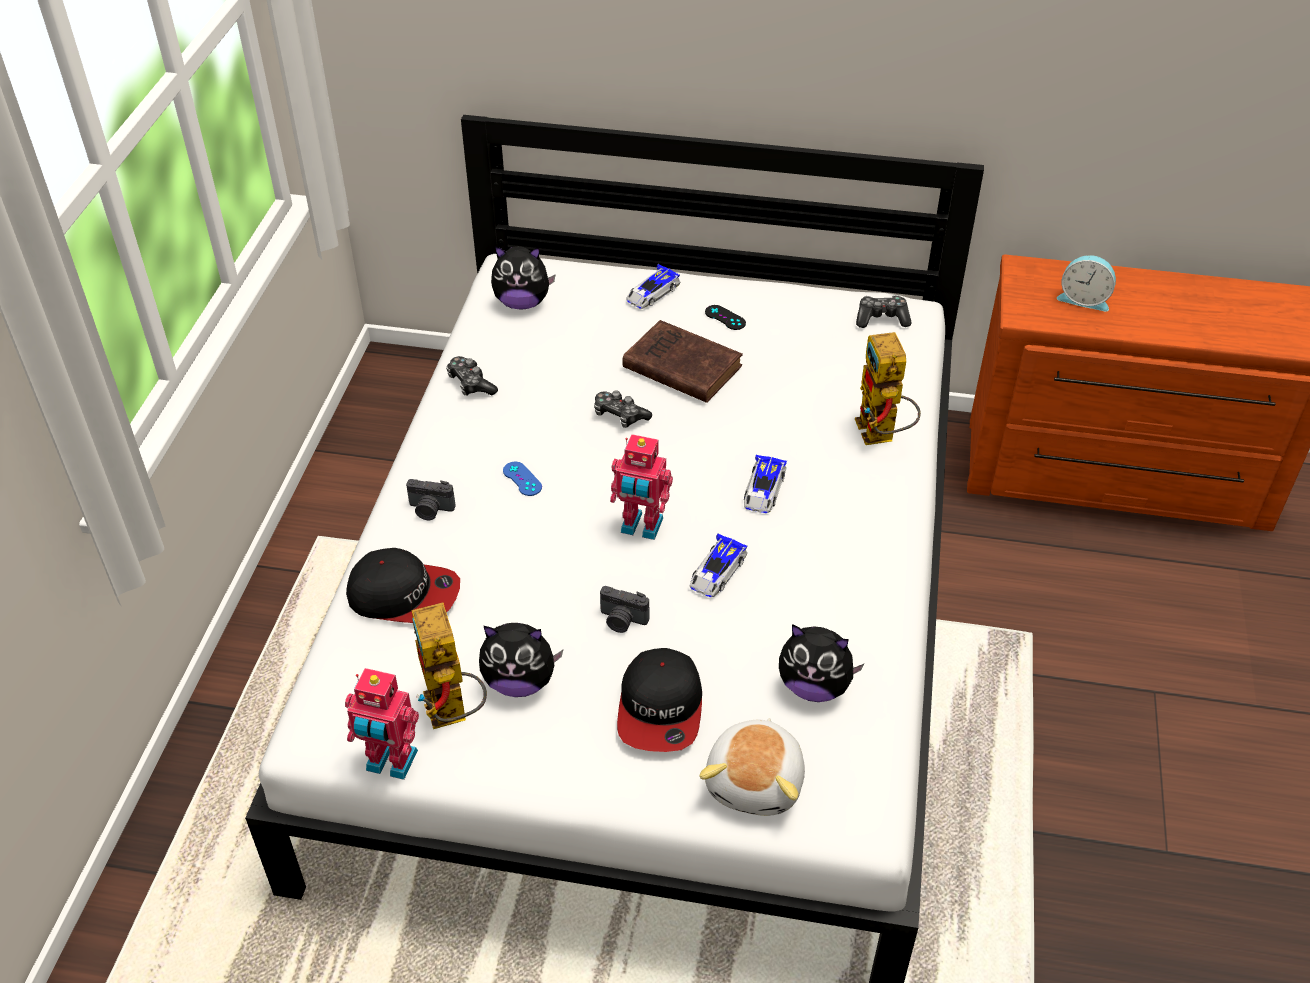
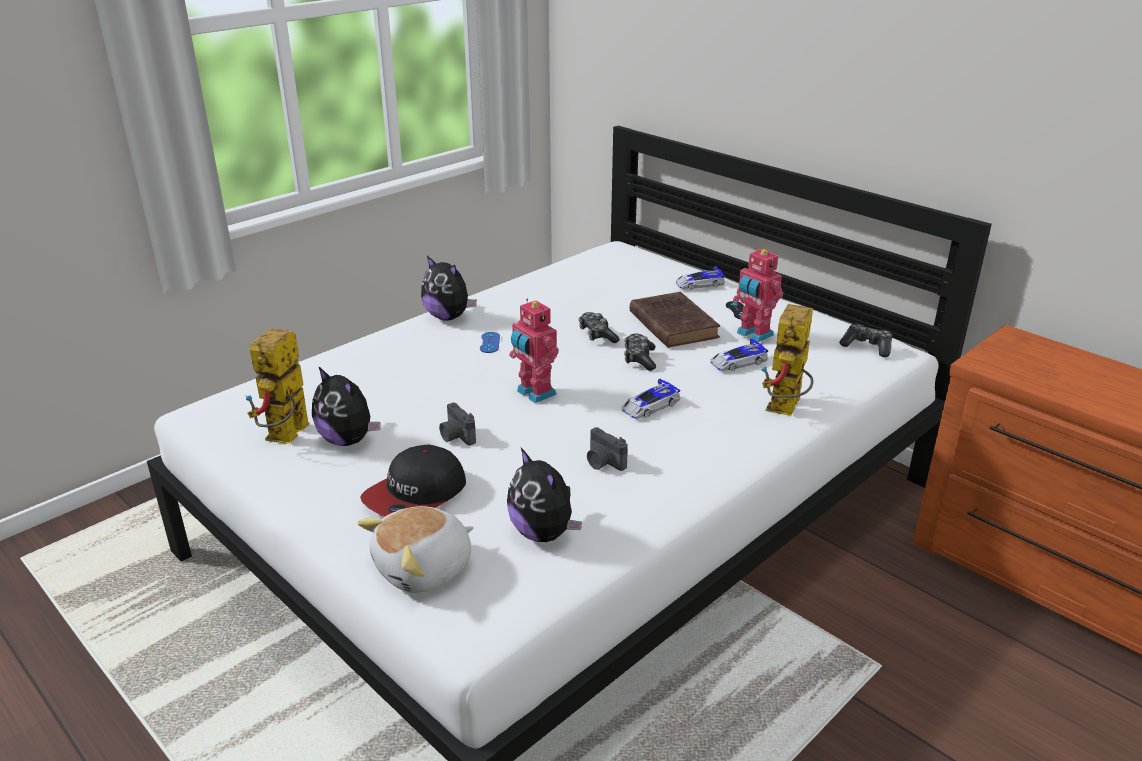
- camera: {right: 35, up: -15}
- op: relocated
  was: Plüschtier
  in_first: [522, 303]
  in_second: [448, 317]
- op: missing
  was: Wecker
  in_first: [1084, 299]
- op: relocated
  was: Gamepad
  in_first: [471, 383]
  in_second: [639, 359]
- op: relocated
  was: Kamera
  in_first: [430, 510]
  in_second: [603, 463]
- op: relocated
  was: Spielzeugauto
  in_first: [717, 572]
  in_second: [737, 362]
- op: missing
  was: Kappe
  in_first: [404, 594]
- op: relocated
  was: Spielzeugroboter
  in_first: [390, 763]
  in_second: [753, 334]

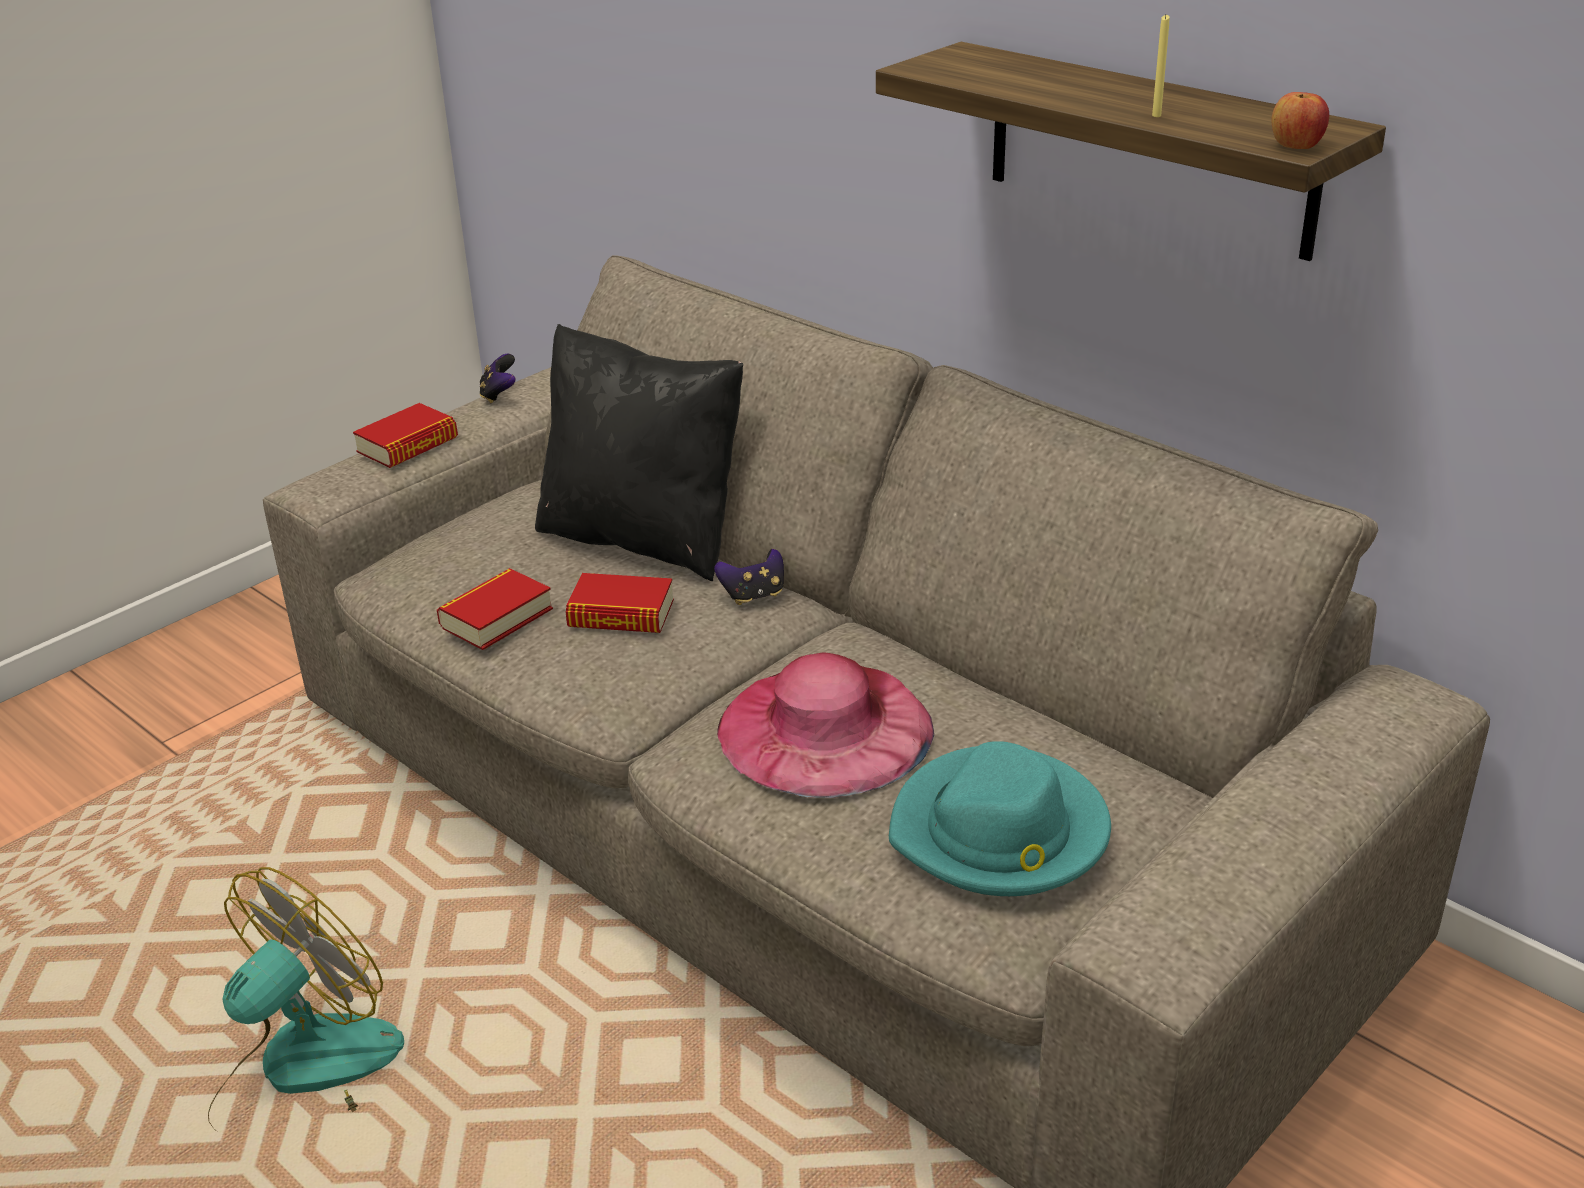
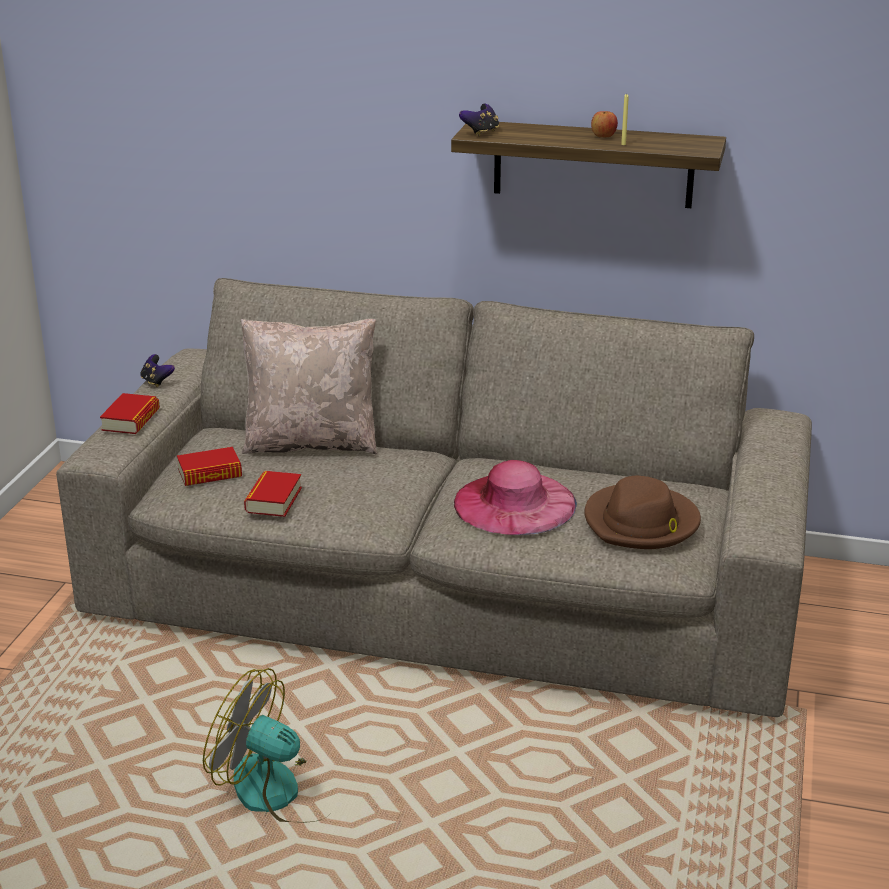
- camera: {right: -30, up: -5}
- op: relocated
  was: Apfel
  in_first: [1296, 146]
  in_second: [603, 136]
- op: colour
  was: Kissen/schwarz
  now: Kissen/beige
  in_first: [644, 538]
  in_second: [311, 443]
- op: relocated
  was: Gamepad
  in_first: [753, 595]
  in_second: [481, 132]
- op: relocated
  was: Buch
  in_first: [621, 614]
  in_second: [210, 473]
- op: colour
  was: Hut/türkis
  now: Hut/braun
  in_first: [1000, 832]
  in_second: [641, 522]
- op: spun
  was: Ventilator
  in_first: [304, 1077]
  in_second: [282, 792]
  clockwise: -75

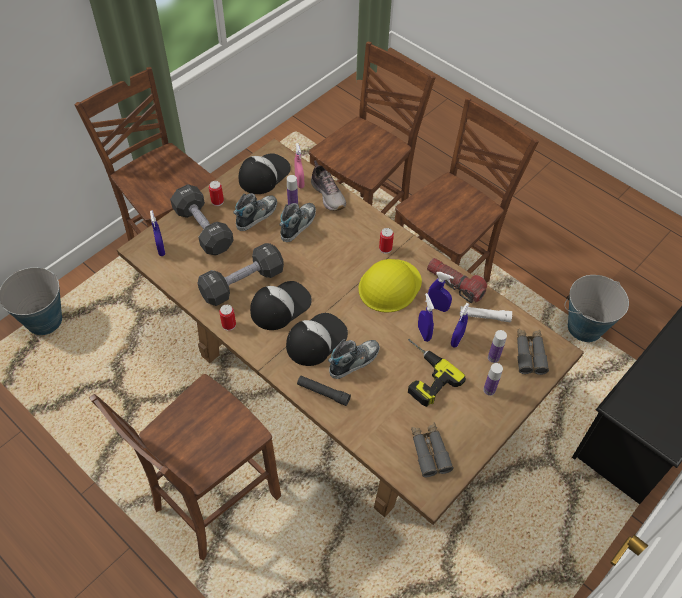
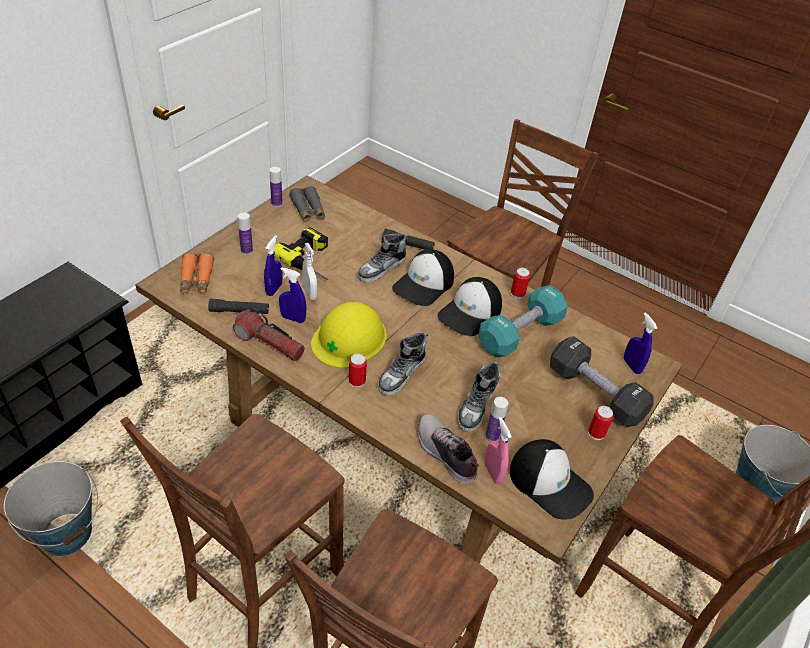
- camera: {right: 170, up: -10}
- op: spun
  was: Kappe
  in_first: [263, 174]
  in_second: [550, 483]
  clockwise: -75
- op: relocated
  was: Schuh
  in_first: [256, 215]
  in_second: [402, 374]
- op: colour
  was: Hantel/schwarz
  now: Hantel/türkis
  in_first: [242, 283]
  in_second: [520, 333]
- op: colour
  was: Sprühflasche/blau
  now: Sprühflasche/weiß
  in_first: [424, 333]
  in_second: [310, 293]
- op: colour
  was: Taschenlampe/weiß
  now: Taschenlampe/schwarz
  in_first: [484, 316]
  in_second: [239, 311]
- op: colour
  was: Fernglas/grau
  now: Fernglas/orange
  in_first: [529, 354]
  in_second: [196, 279]
- op: relocated
  was: Flasche
  in_first: [493, 357]
  in_second: [277, 203]

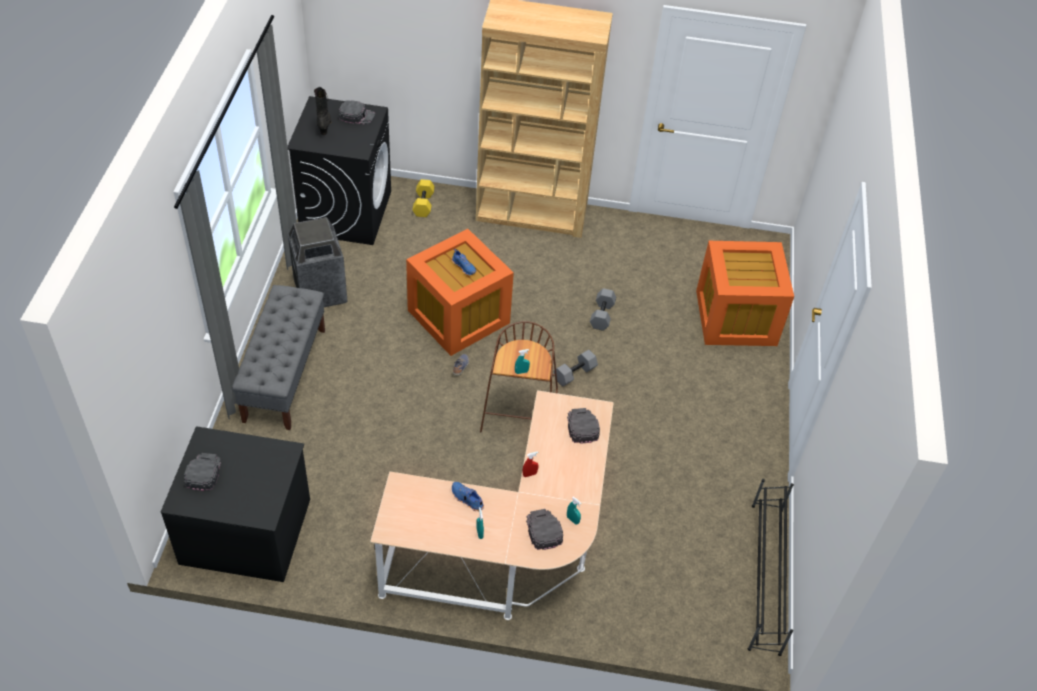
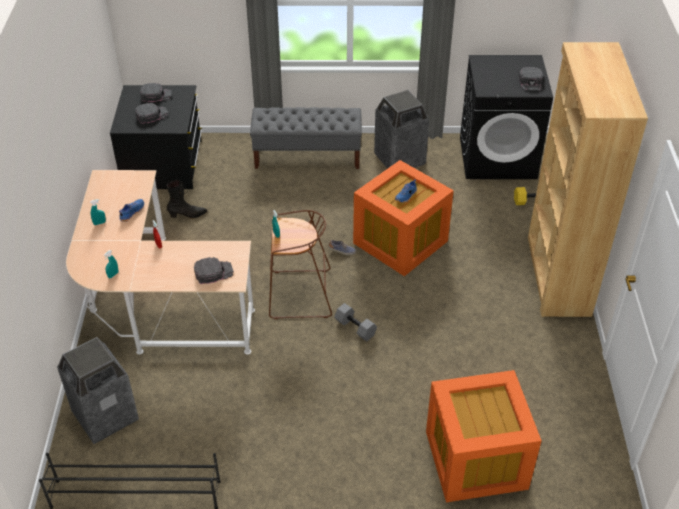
- camera: {right: 85, up: -5}
- op: relocated
  was: Stiefel/schwarz
  in_first: [324, 125]
  in_second: [188, 215]
- op: missing
  was: Hantel/grau
  in_first: [602, 315]
- op: relocated
  was: Kappe/schwarz
  in_first: [543, 530]
  in_second: [151, 115]
- op: appeared
  now: Mülleimer
  in_second: [105, 416]

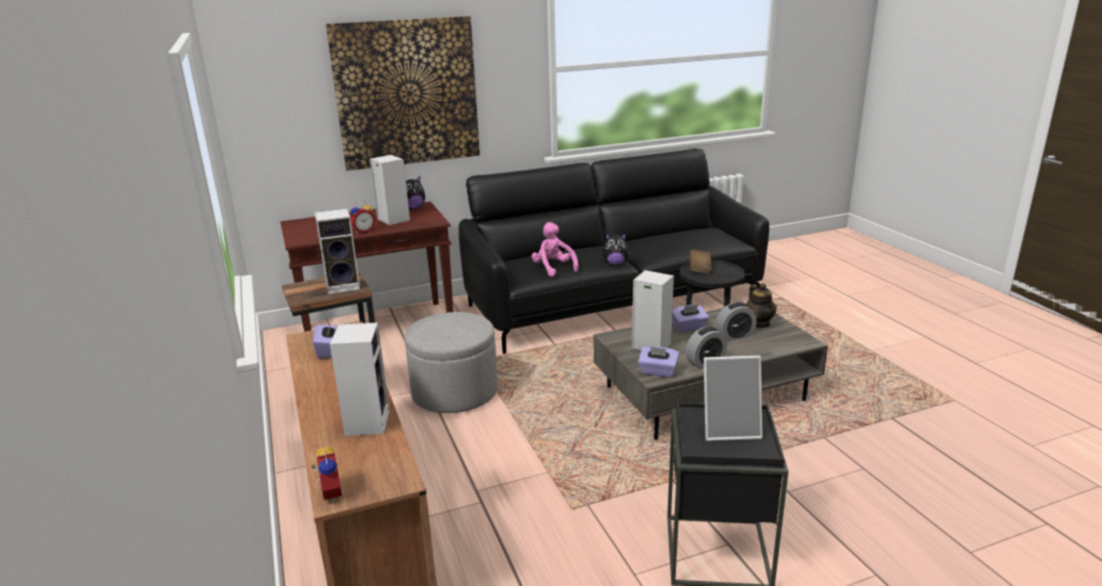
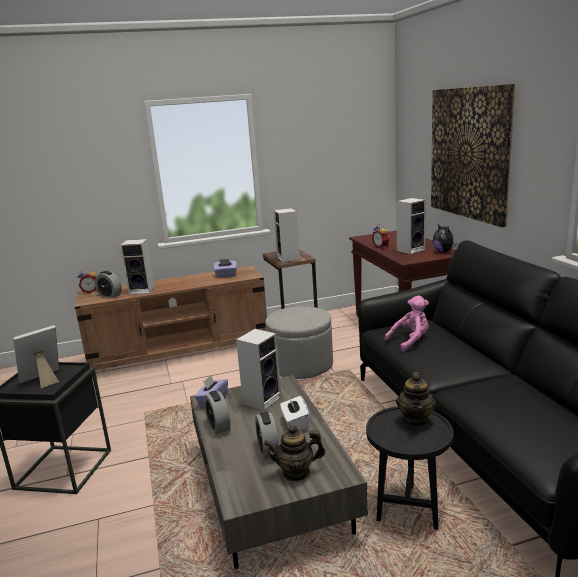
- camera: {right: 95, up: -5}
- op: missing
  was: Plüschtier
  in_first: [615, 263]
- op: exchanged
  was: Buch/braun
  now: Teekanne
  in_first: [699, 268]
  in_second: [416, 419]
- op: colour
  was: Taschentuchbox/lila
  now: Taschentuchbox/weiß
  in_first: [689, 327]
  in_second: [295, 423]
- op: spun
  was: Bilderrahmen
  in_first: [730, 429]
  in_second: [43, 380]
  clockwise: 45
- op: appeared
  now: Wecker
  in_second: [110, 295]

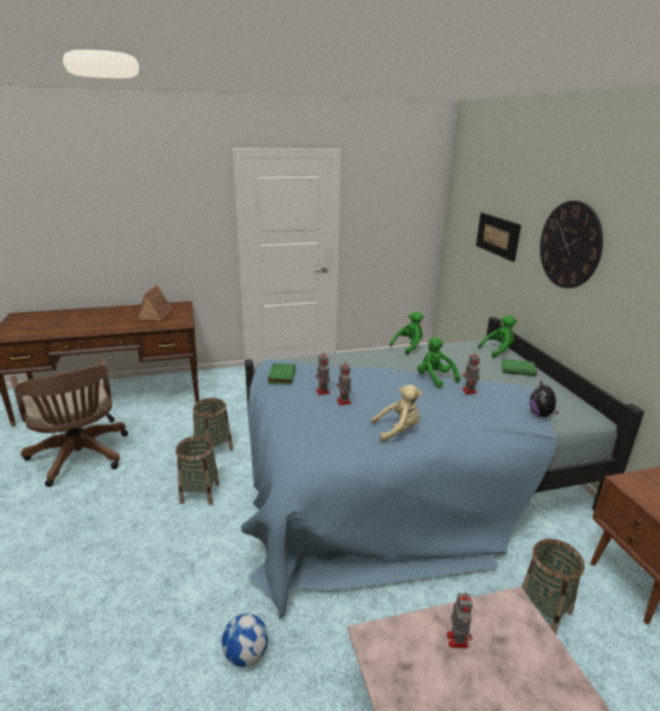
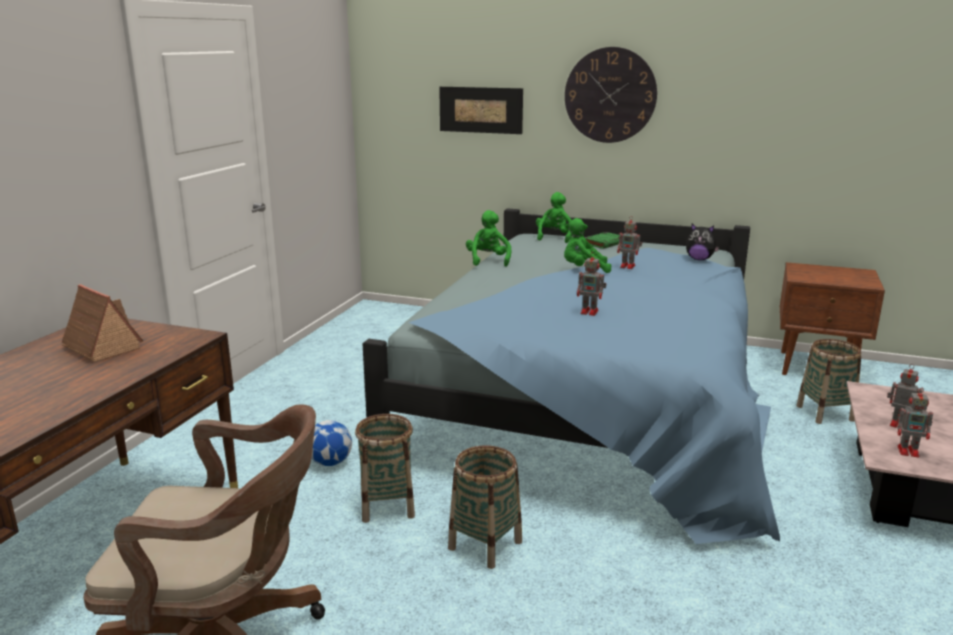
- camera: {right: -55, up: -5}
- op: relocated
  was: Spielzeugroboter
  in_first: [323, 392]
  in_second: [909, 451]
- op: missing
  was: Buch/grün
  in_first: [281, 376]
- op: missing
  was: Plüschtier/beige
  in_first: [398, 430]
- op: relocated
  was: Fußball
  in_first: [246, 654]
  in_second: [330, 462]

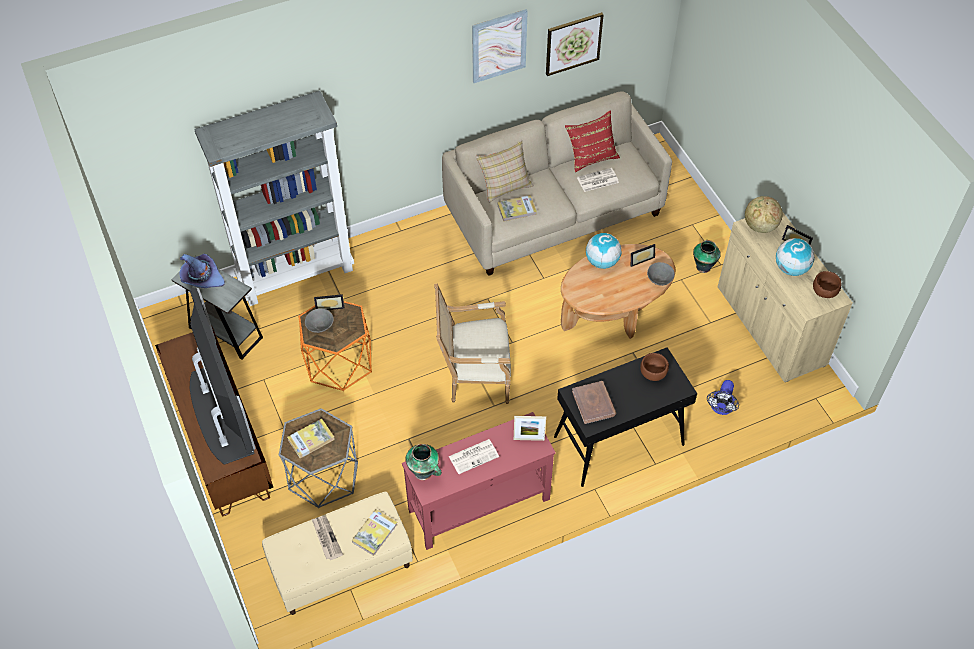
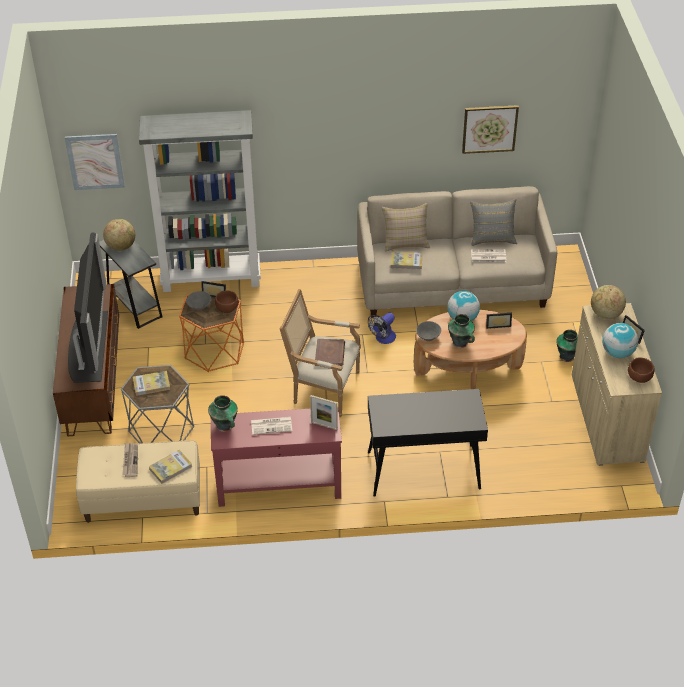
- camera: {right: 20, up: -10}
- op: relocated
  was: Bild
  in_first: [499, 46]
  in_second: [95, 161]
- op: colour
  was: Kissen/rot
  now: Kissen/grau
  in_first: [591, 156]
  in_second: [492, 237]
- op: exchanged
  was: Hut/lila
  now: Globus
  in_first: [202, 277]
  in_second: [121, 246]
- op: relocated
  was: Schüssel/grau
  in_first: [659, 280]
  in_second: [428, 337]
- op: relocated
  was: Schüssel/braun
  in_first: [653, 374]
  in_second: [227, 309]
- op: relocated
  was: Ventilator
  in_first: [721, 408]
  in_second: [383, 339]
- op: relocated
  was: Buch/braun
  in_first: [594, 403]
  in_second: [330, 354]
- op: appeared
  now: Vase
  in_second: [460, 343]

